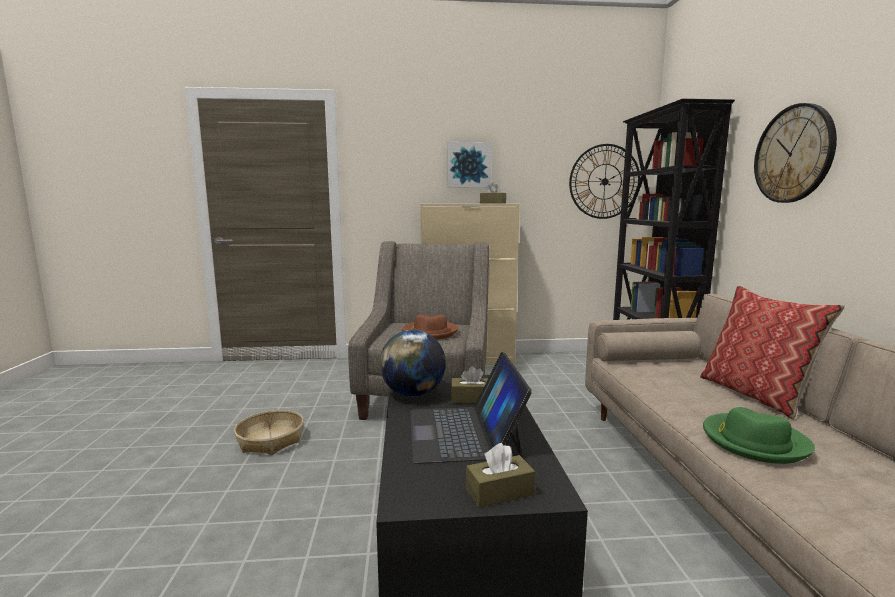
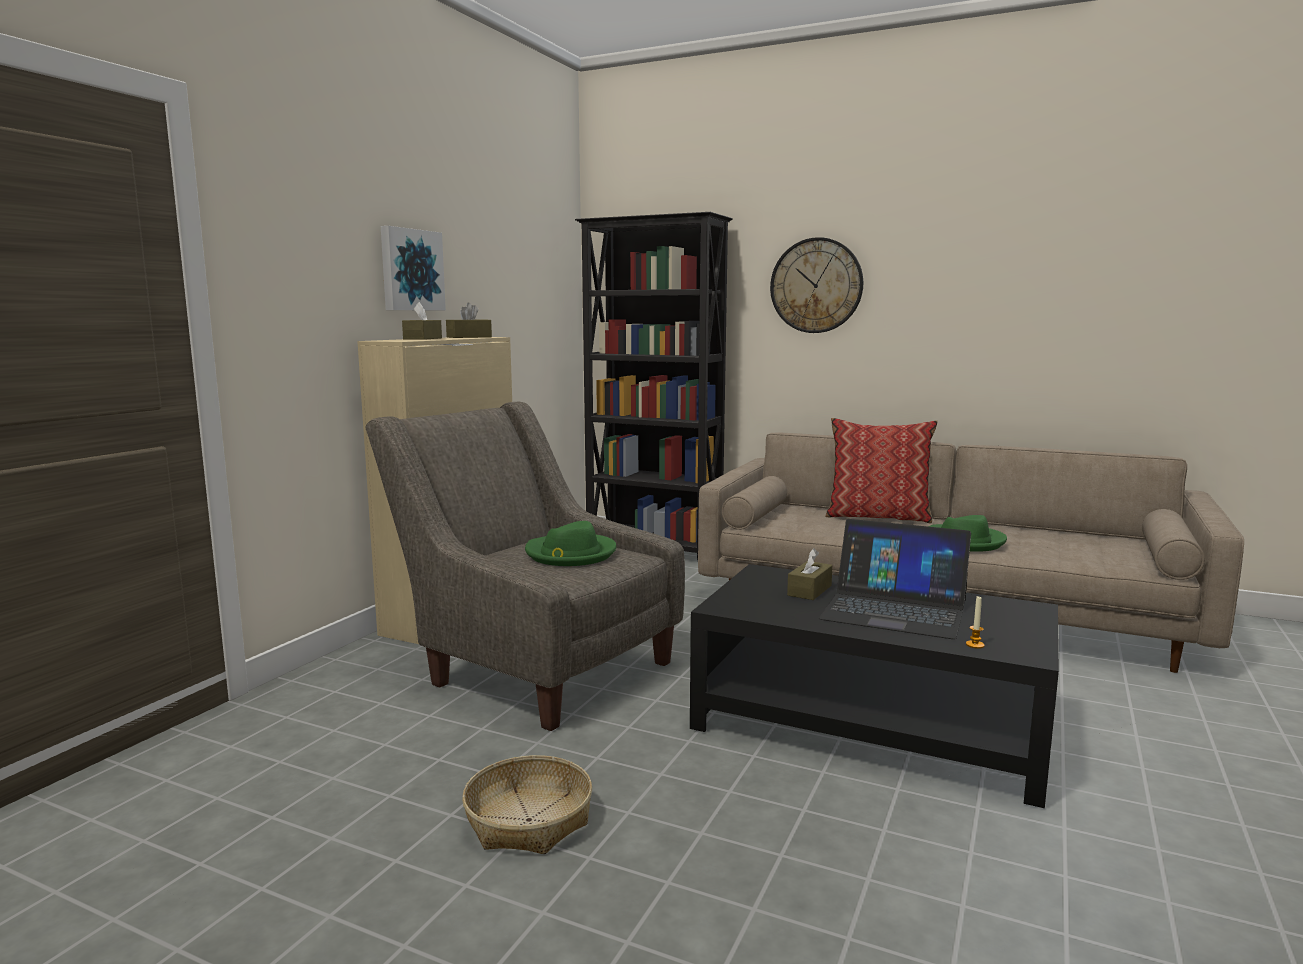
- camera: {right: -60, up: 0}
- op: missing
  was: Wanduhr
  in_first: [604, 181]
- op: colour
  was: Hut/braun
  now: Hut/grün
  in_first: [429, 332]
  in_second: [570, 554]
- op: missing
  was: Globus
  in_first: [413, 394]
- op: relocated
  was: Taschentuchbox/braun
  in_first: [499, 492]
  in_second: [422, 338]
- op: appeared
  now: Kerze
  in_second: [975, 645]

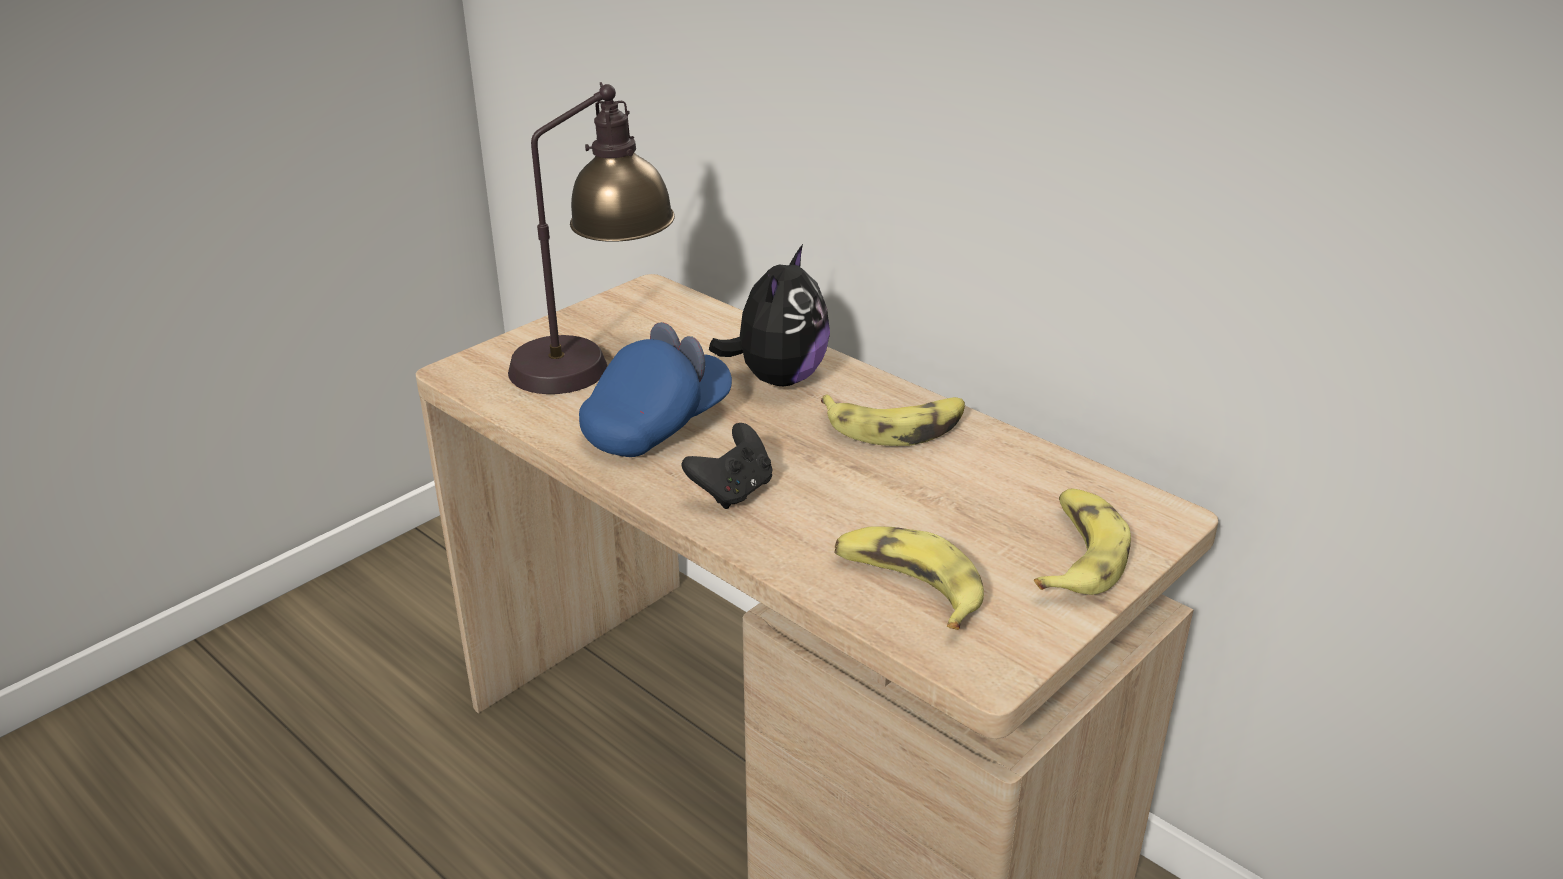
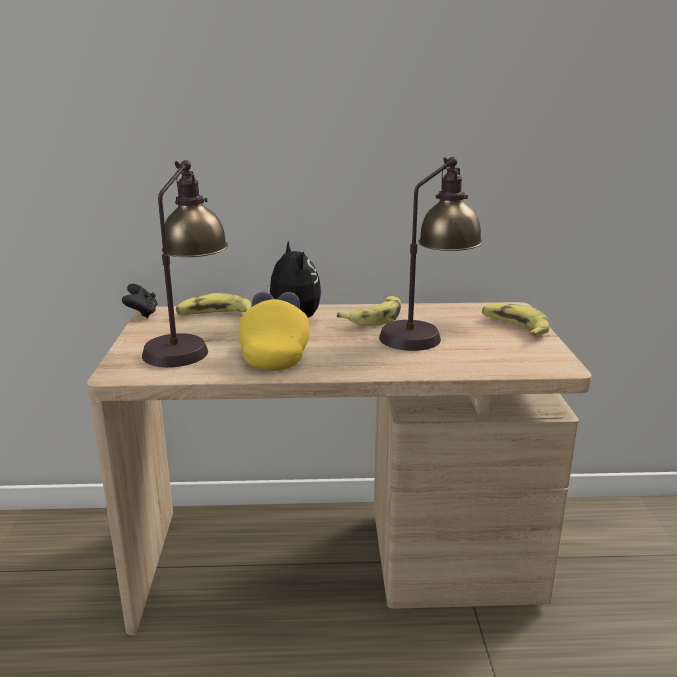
- camera: {right: -45, up: -10}
- op: colour
  was: Kappe/blau
  now: Kappe/gelb
  in_first: [658, 425]
  in_second: [275, 353]
- op: relocated
  was: Gamepad/schwarz
  in_first: [733, 491]
  in_second: [142, 314]
- op: relocated
  was: Banane
  in_first: [907, 587]
  in_second: [214, 315]
- op: appeared
  now: Tischlampe
  in_second: [427, 333]

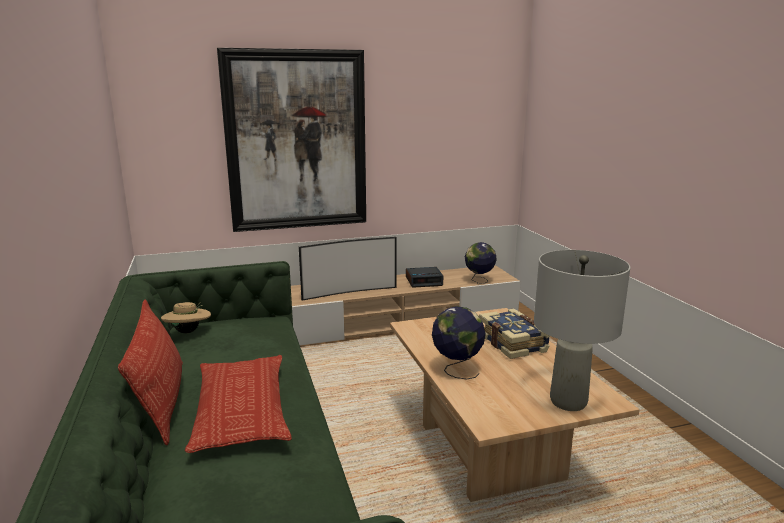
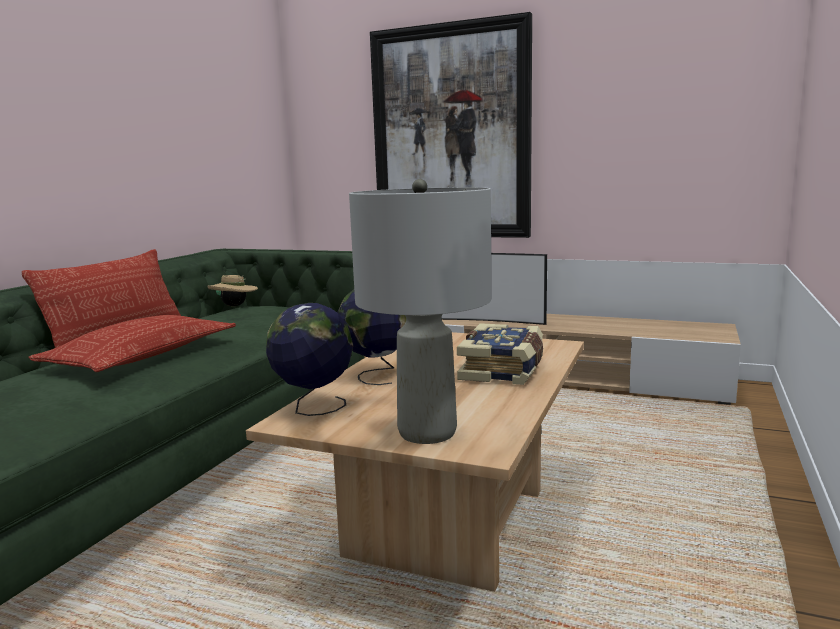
- camera: {right: 40, up: -5}
- op: relocated
  was: Globus
  in_first: [479, 281]
  in_second: [314, 408]
- op: missing
  was: Wecker
  in_first: [424, 281]

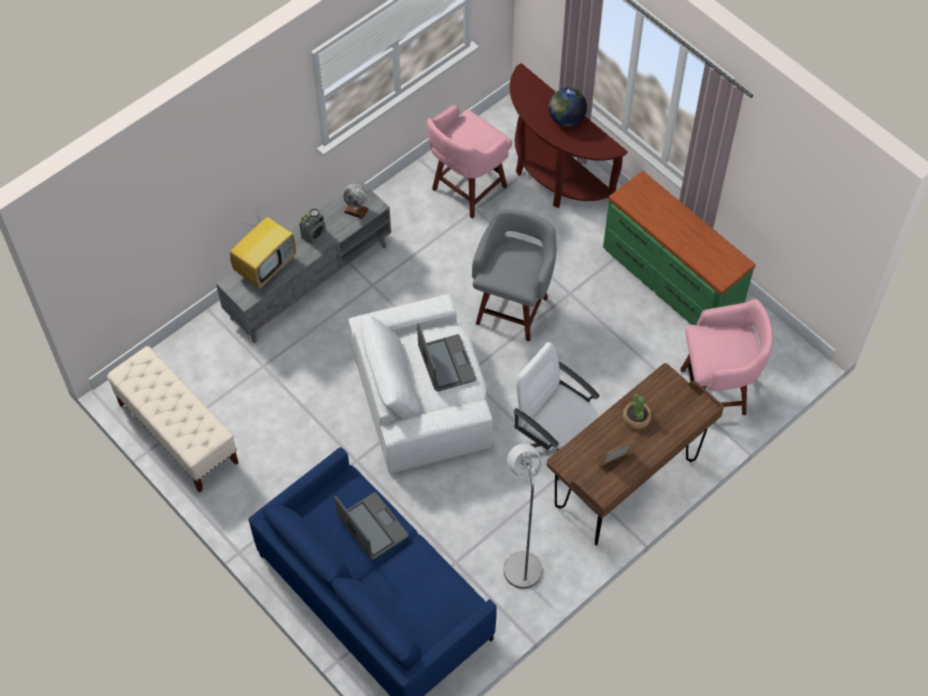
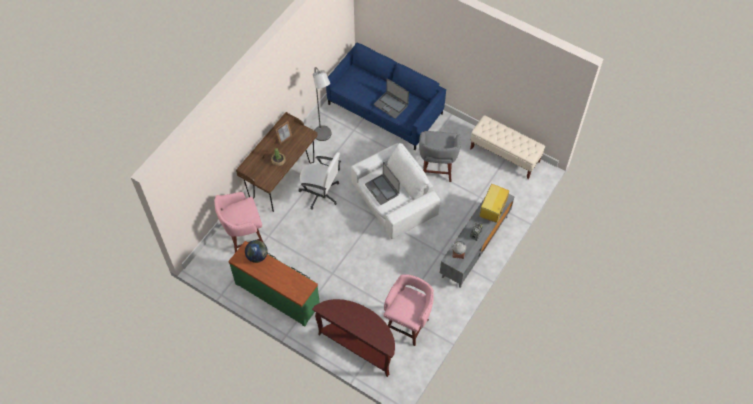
- camera: {right: 165, up: 0}
- op: relocated
  was: Globus
  in_first: [566, 119]
  in_second: [257, 256]
- op: relocated
  was: Hocker/grau
  in_first: [512, 308]
  in_second: [437, 170]

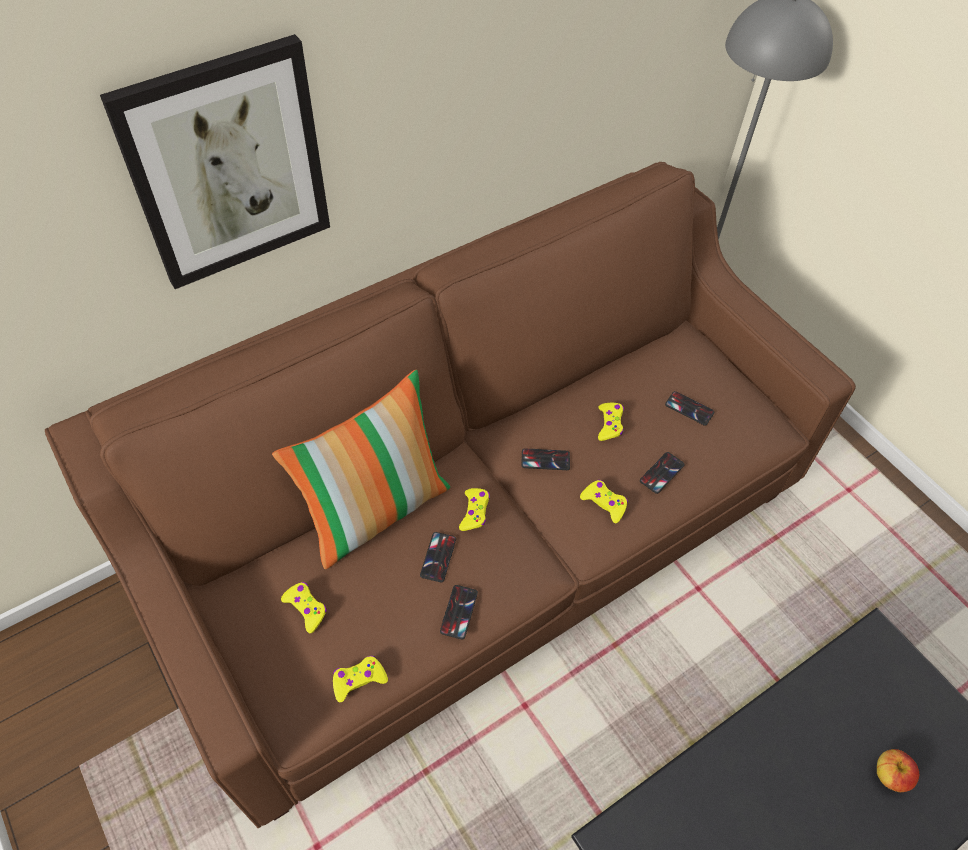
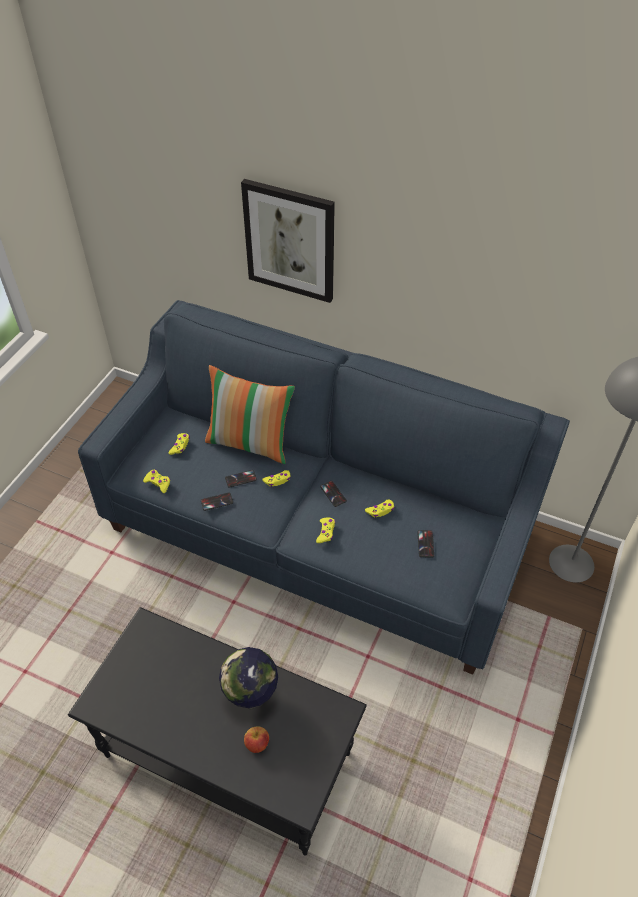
- camera: {right: 60, up: -5}
- op: colour
  was: Sofa/braun
  now: Sofa/blau
  in_first: [477, 534]
  in_second: [319, 529]
- op: missing
  was: Handy
  in_first: [661, 473]
- op: appeared
  now: Globus
  in_second: [251, 696]

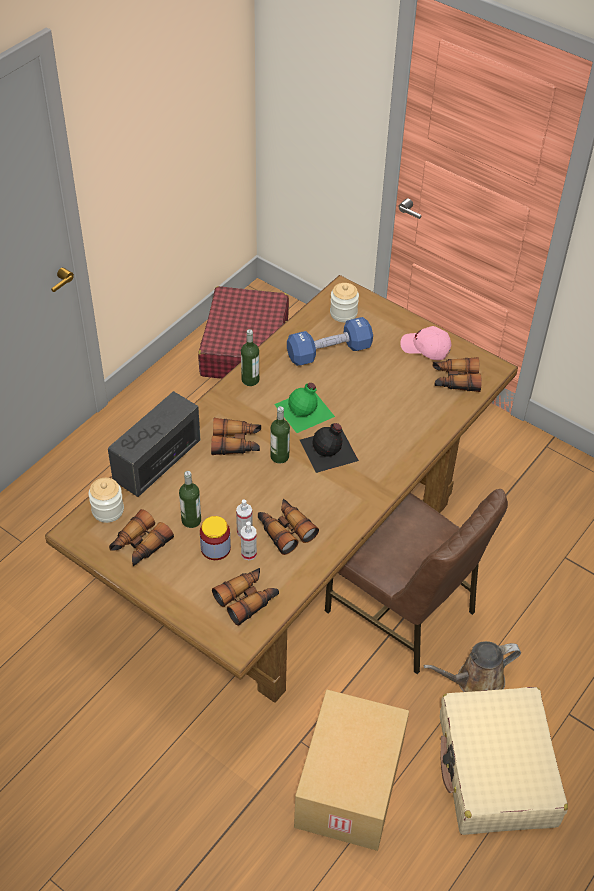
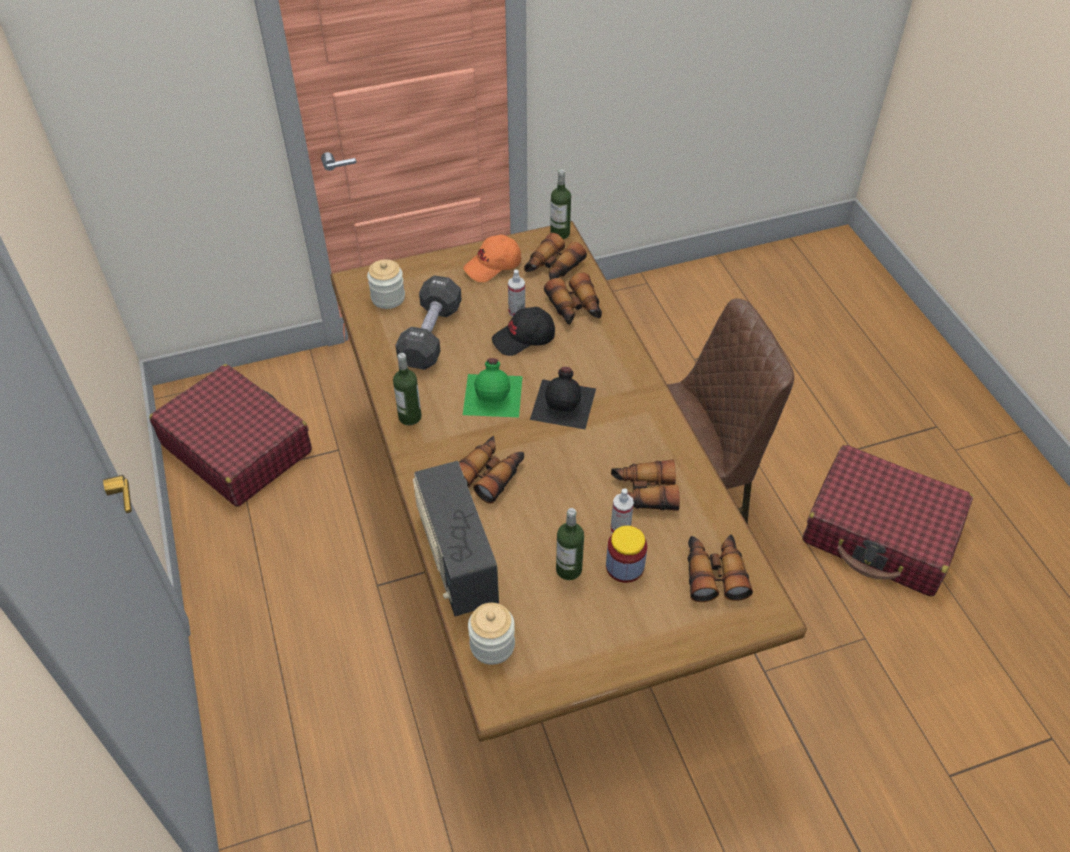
- camera: {right: -55, up: 0}
- op: colour
  was: Hantel/blau
  now: Hantel/schwarz
  in_first: [329, 352]
  in_second: [431, 335]
- op: colour
  was: Kappe/rosa
  now: Kappe/orange
  in_first: [425, 348]
  in_second: [493, 266]
- op: relocated
  was: Flasche
  in_first: [279, 456]
  in_second: [560, 233]
- op: relocated
  was: Fernglas
  in_first: [139, 545]
  in_second: [575, 309]
- op: relocated
  was: Sprühflasche
  in_first: [248, 553]
  in_second: [516, 311]
- op: missing
  was: Gießkanne/braun
  in_first: [475, 681]
- op: colour
  was: Koffer/beige
  now: Koffer/rot
  in_first: [496, 770]
  in_second: [881, 533]
- op: missing
  was: Karton
  in_first: [351, 786]
- op: appeared
  now: Kappe/schwarz
  in_second: [524, 339]

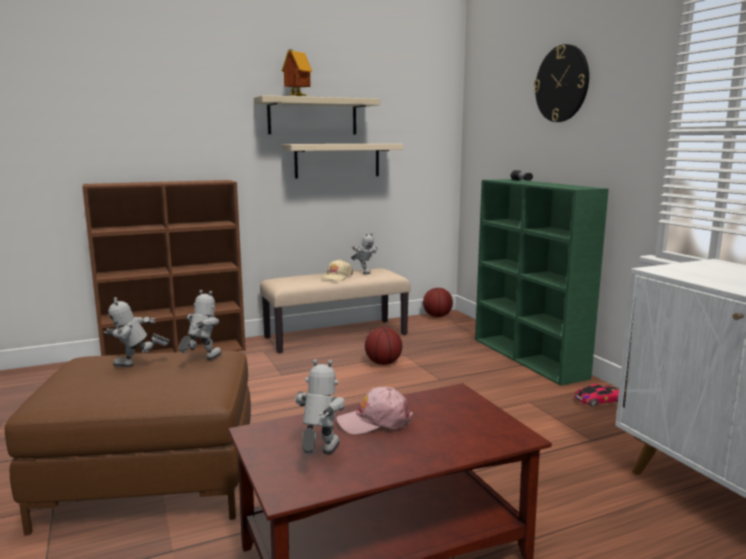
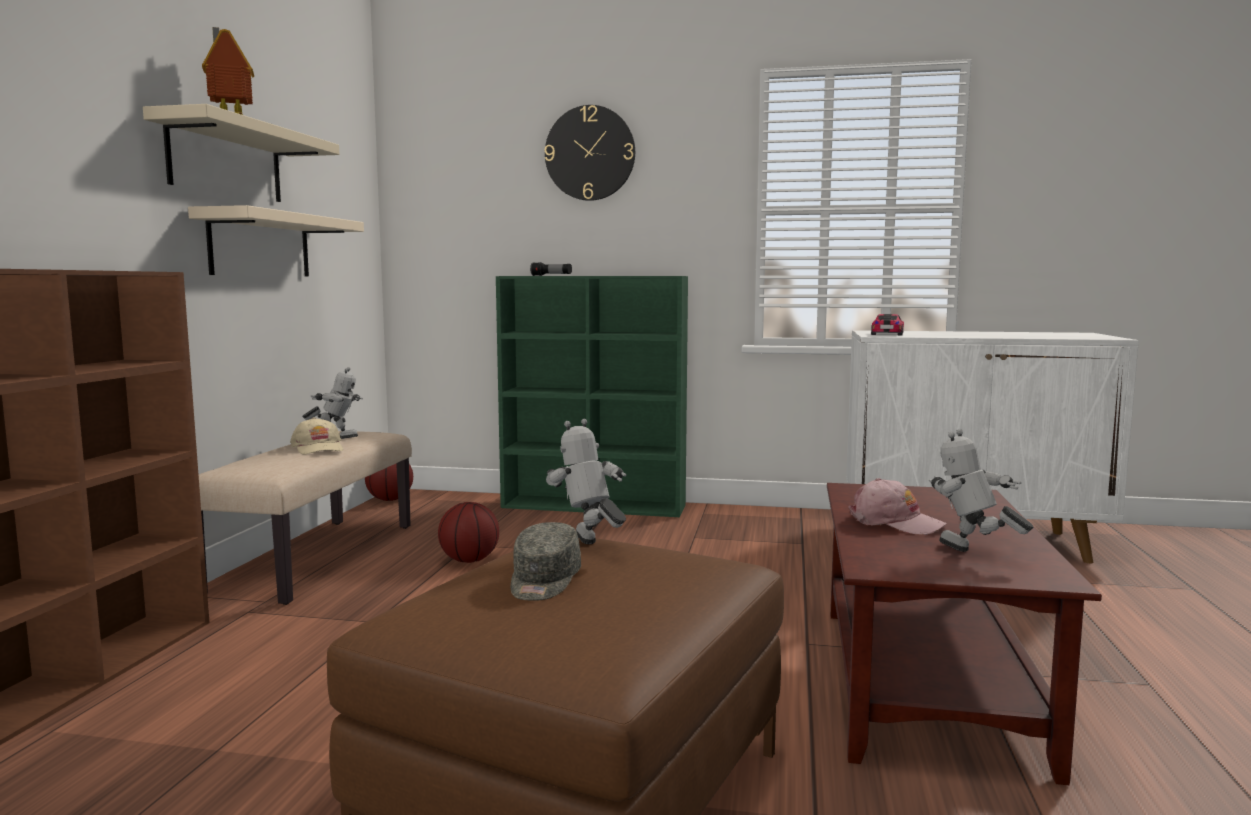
- camera: {right: -55, up: -5}
- op: exchanged
  was: Spielzeugroboter
  now: Kappe/grau
  in_first: [137, 366]
  in_second: [544, 582]
- op: relocated
  was: Spielzeugauto
  in_first: [599, 400]
  in_second: [887, 334]
- op: spun
  was: Kappe/rosa
  in_first: [374, 421]
  in_second: [895, 522]
  clockwise: -75

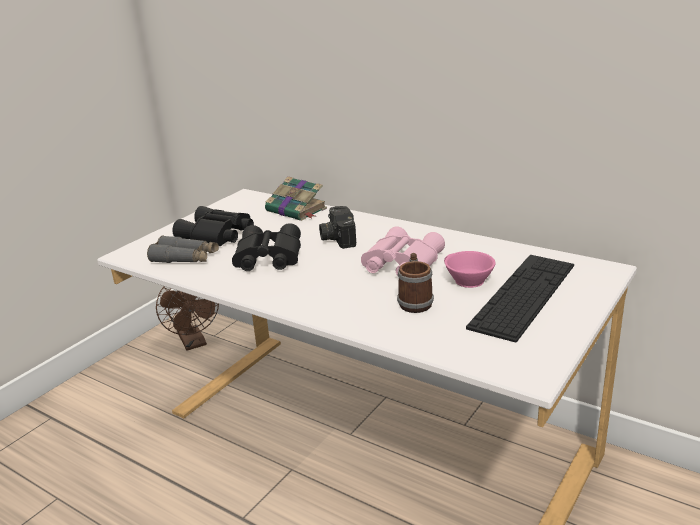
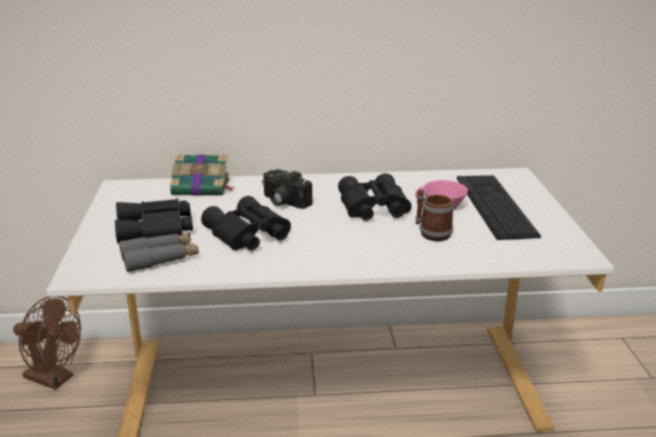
- camera: {right: -40, up: 0}
- op: colour
  was: Fernglas/rosa
  now: Fernglas/schwarz
  in_first: [400, 263]
  in_second: [372, 208]

